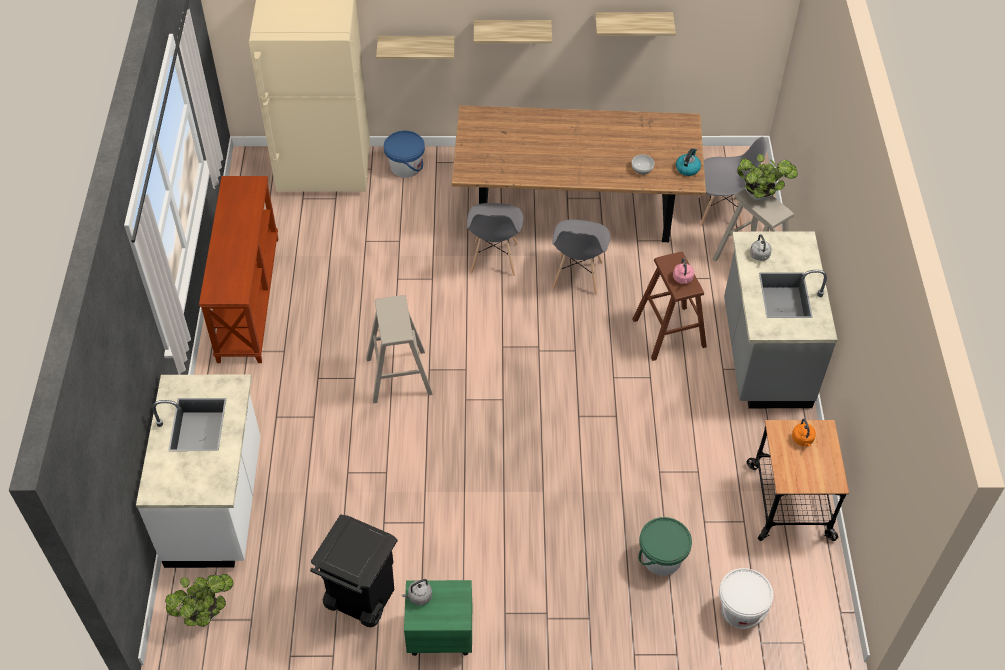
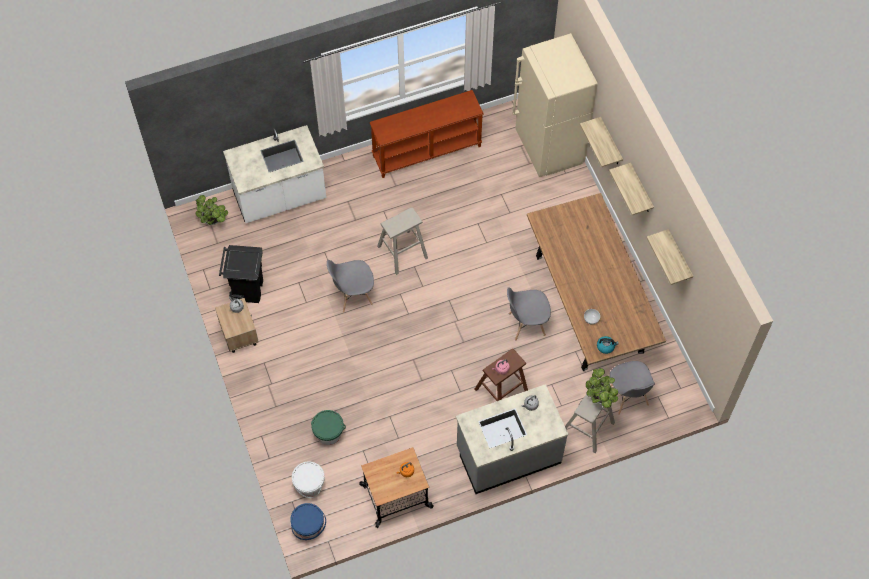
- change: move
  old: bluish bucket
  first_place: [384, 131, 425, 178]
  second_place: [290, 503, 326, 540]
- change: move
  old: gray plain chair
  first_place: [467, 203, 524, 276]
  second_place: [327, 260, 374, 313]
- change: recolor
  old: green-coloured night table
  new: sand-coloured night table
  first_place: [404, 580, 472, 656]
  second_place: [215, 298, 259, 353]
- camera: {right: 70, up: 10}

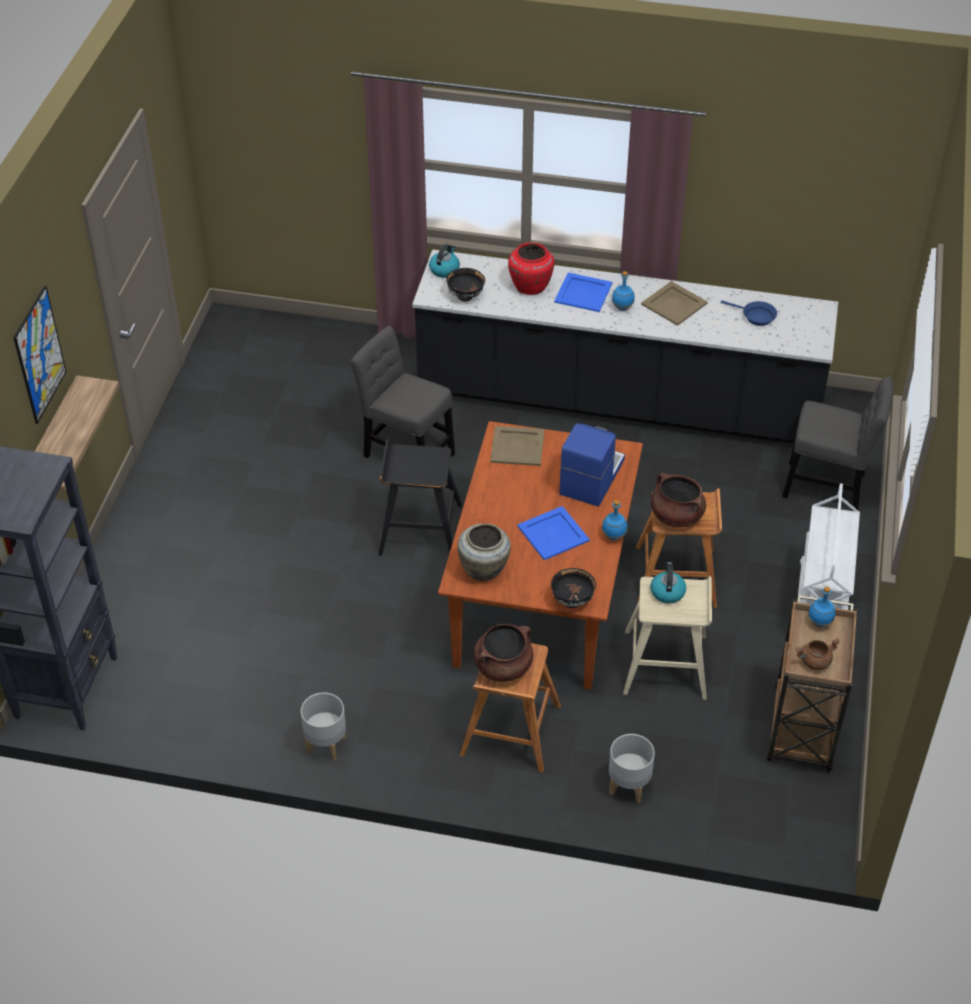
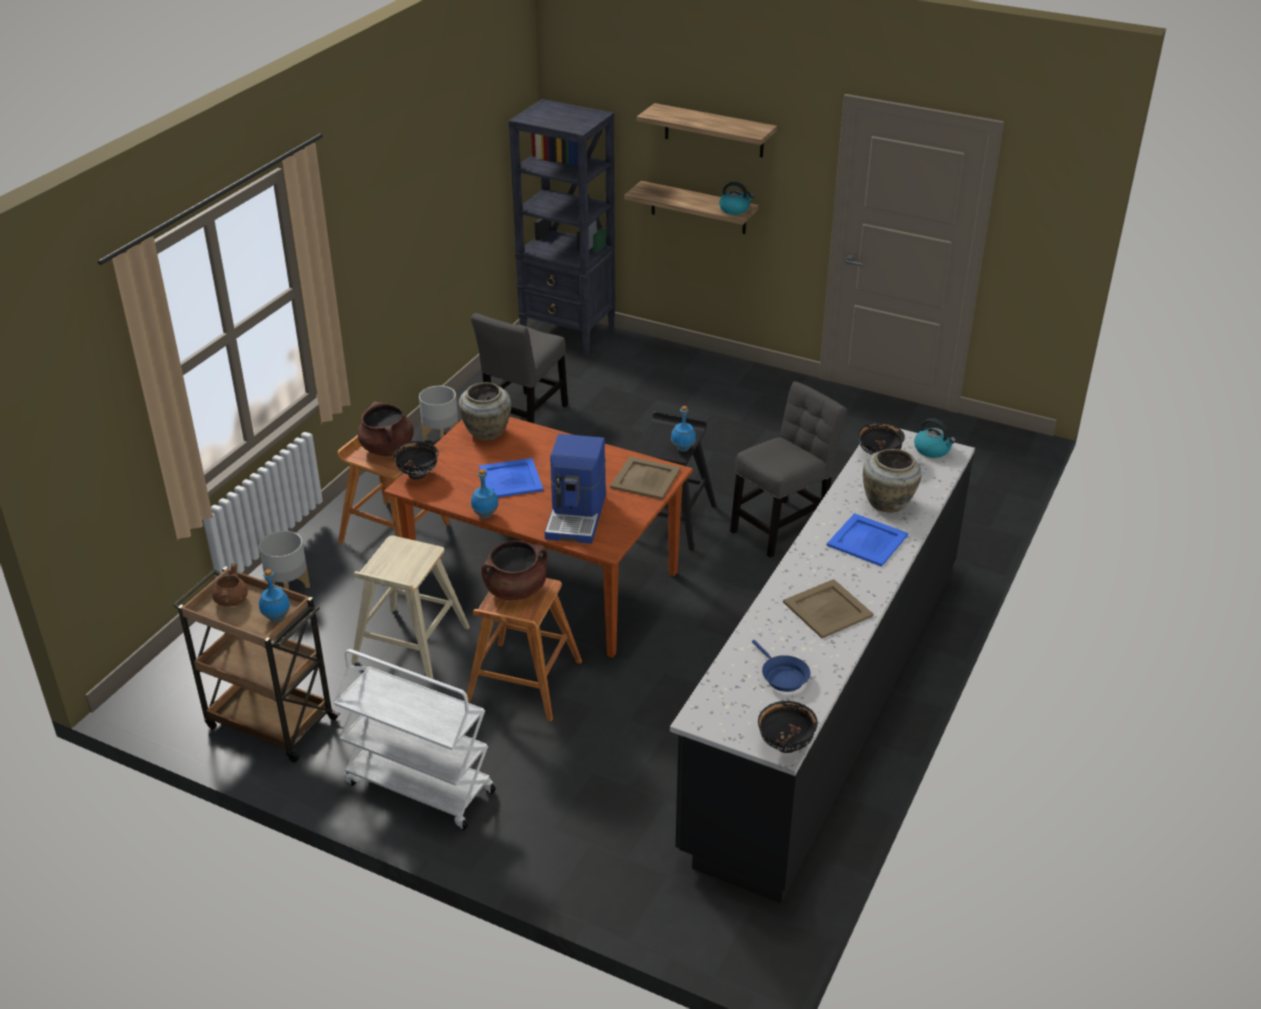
- change: recolor
  old: red decorative vase
  new: sand-coloured decorative vase
  first_place: [508, 242, 555, 295]
  second_place: [863, 449, 922, 513]
- change: move
  old: bluish bottle
  first_place: [612, 271, 635, 311]
  second_place: [671, 406, 696, 452]
- change: replace
  old: wall picture
  new: wall shelf
  first_place: [13, 286, 66, 424]
  second_place: [637, 103, 777, 158]
- change: rotate
  old: bluish skillet
  first_place: [721, 301, 777, 326]
  second_place: [752, 640, 811, 692]
  degrees: -75
- change: move
  old: gray plain chair
  first_place: [782, 376, 893, 510]
  second_place: [471, 313, 568, 423]
- change: rotate
  old: coffee maker
  first_place: [559, 423, 625, 507]
  second_place: [545, 434, 606, 544]
  degrees: 60
- change: move
  old: kettle
  first_place: [650, 562, 686, 603]
  second_place: [719, 182, 754, 215]
- change: insert
  new: blackish bowl
  second_place: [758, 701, 818, 753]
- camera: {right: 105, up: -10}

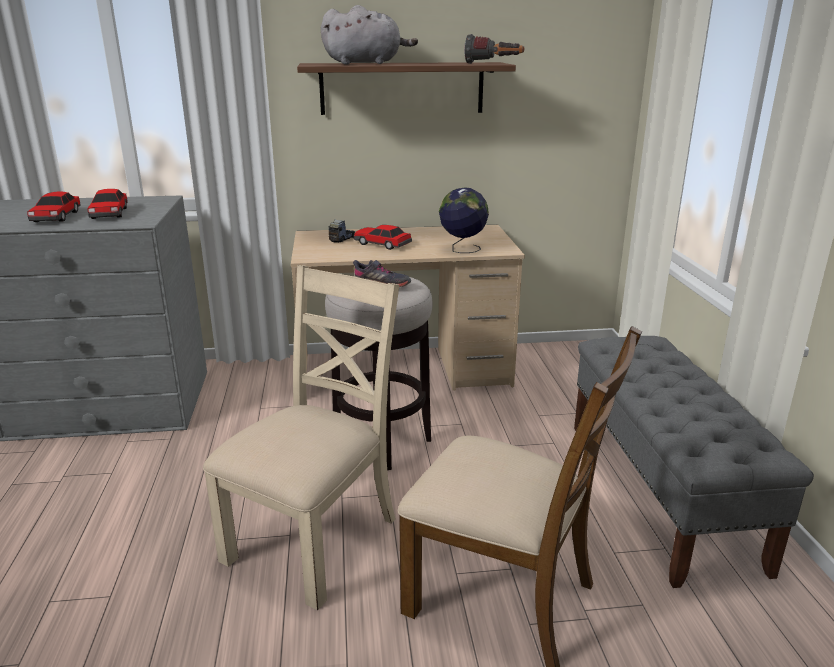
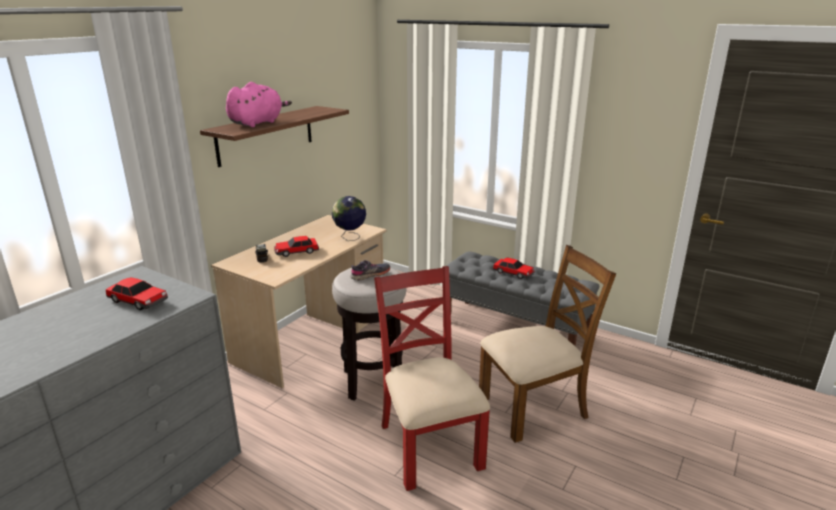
- change: recolor
  old: gray cuddly toy
  new: pink-coloured cuddly toy
  first_place: [321, 5, 418, 65]
  second_place: [226, 82, 292, 127]
- change: delete
  old: hand torch
  first_place: [464, 34, 524, 64]
- change: move
  old: miniature car
  first_place: [27, 192, 80, 222]
  second_place: [493, 257, 535, 279]
- change: recolor
  old: sand-coloured plain chair
  new: red plain chair
  first_place: [203, 265, 399, 610]
  second_place: [374, 266, 490, 491]
- camera: {right: -50, up: 0}

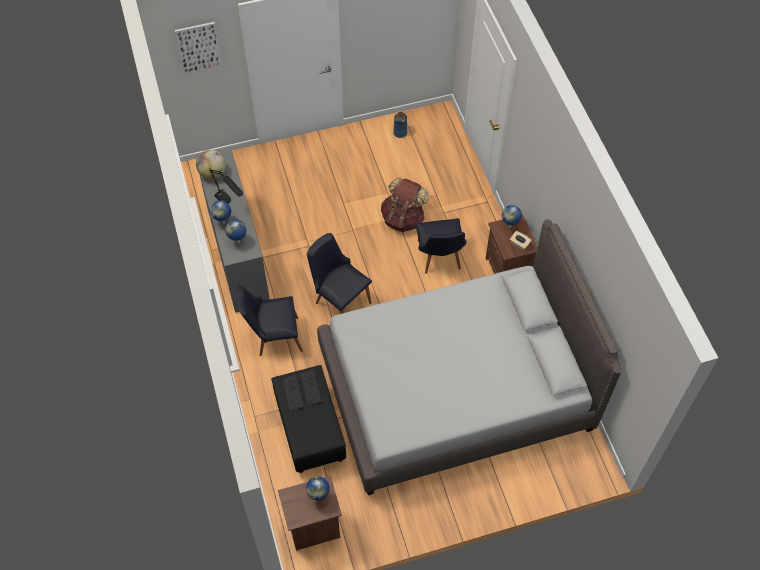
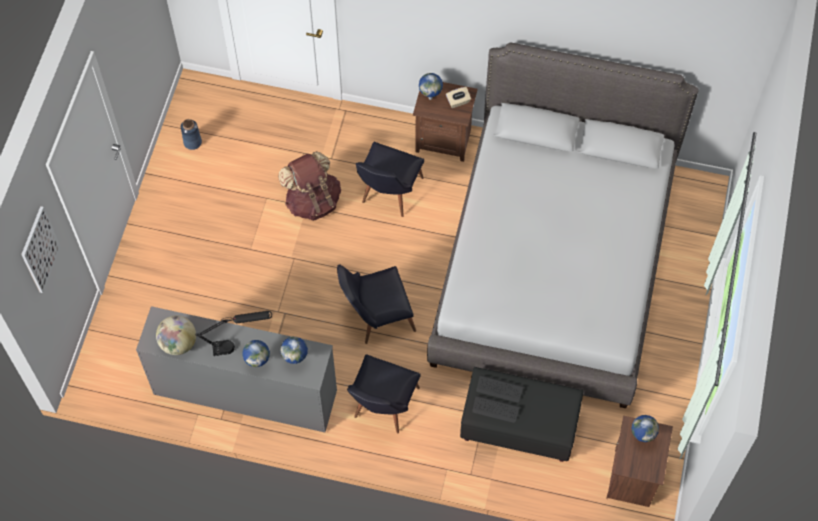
- change: rotate
  old: blackish plain chair
  first_place: [415, 218, 466, 273]
  second_place: [356, 142, 424, 217]
  degrees: 90
- camera: {right: -60, up: 5}

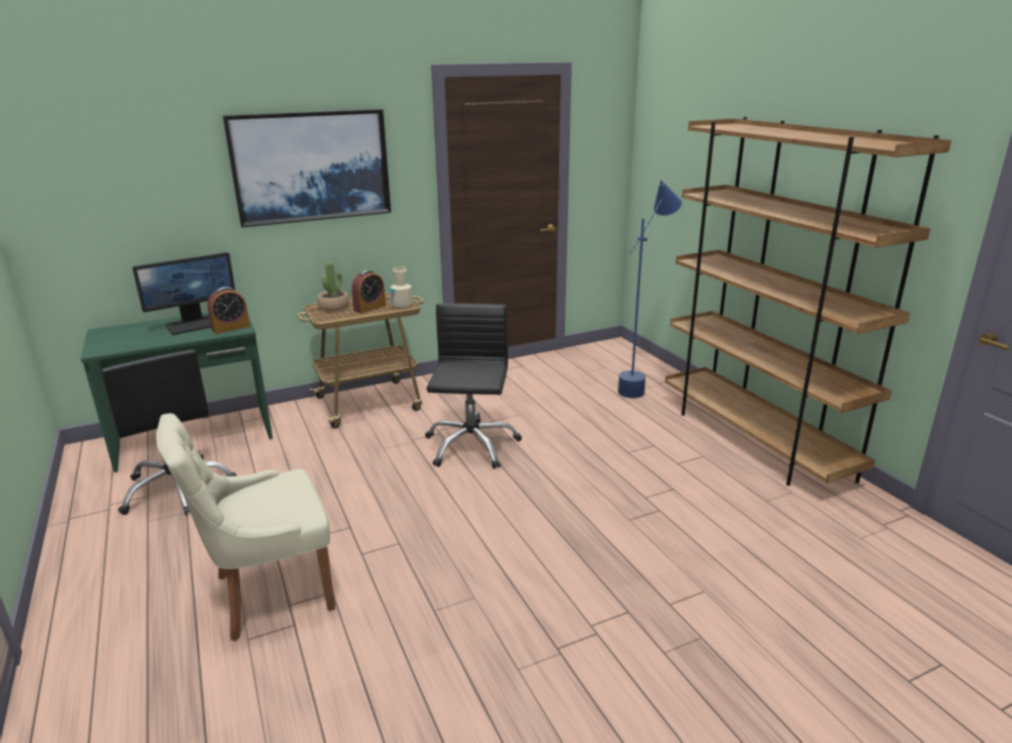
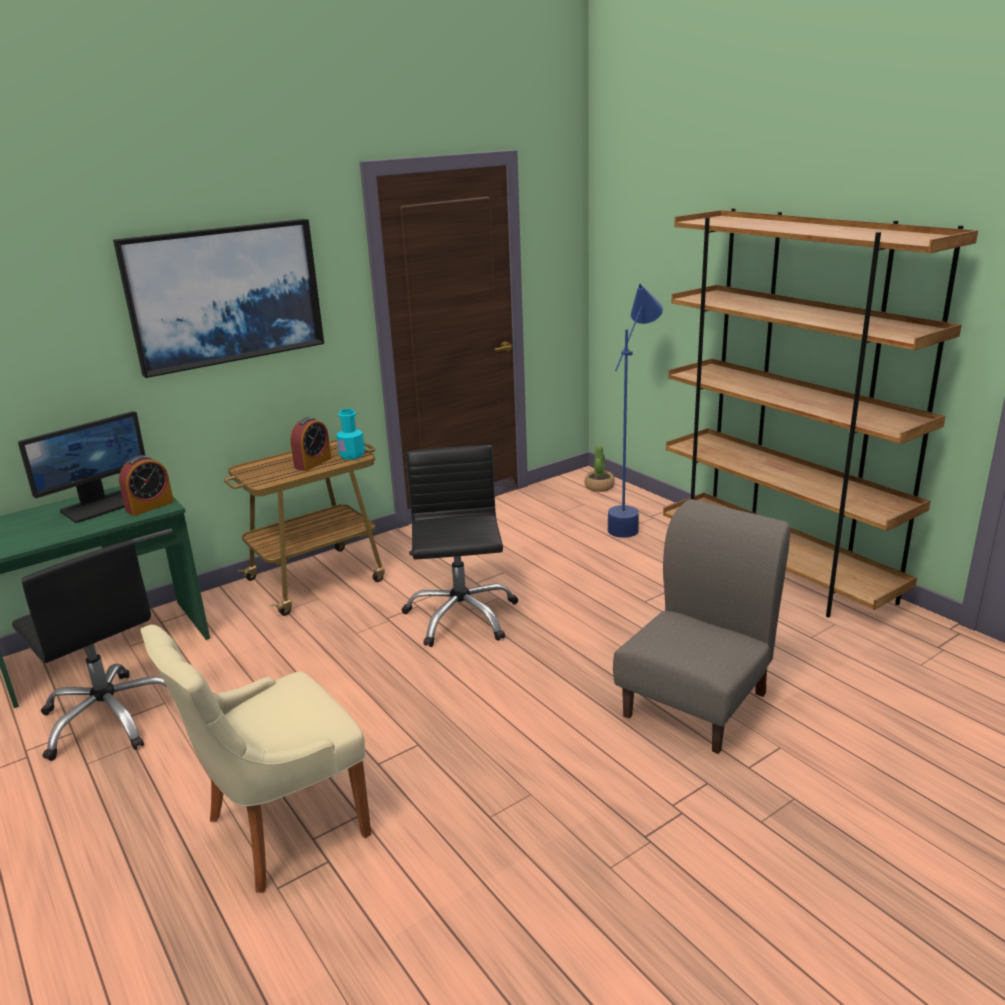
- change: move
  old: potted plant
  first_place: [317, 261, 349, 311]
  second_place: [585, 445, 615, 492]
- change: recolor
  old: sand-coloured bottle
  new: turquoise bottle
  first_place: [390, 266, 413, 308]
  second_place: [336, 409, 365, 460]
- change: insert
  new: gray plain chair
  second_place: [613, 499, 790, 754]
- camera: {right: -10, up: 0}

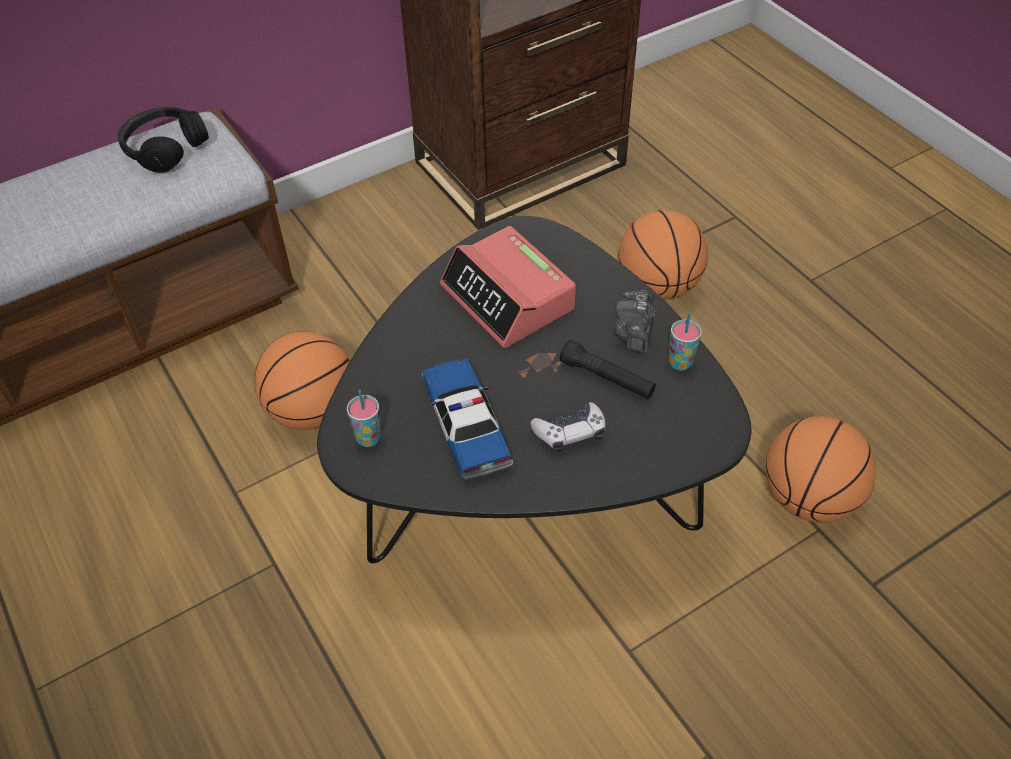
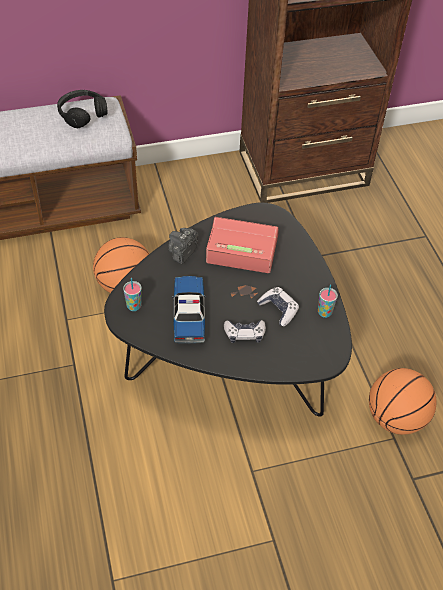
- change: delete
  old: ball for basketball
  first_place: [618, 210, 708, 299]
- change: rotate
  old: bedside clock
  first_place: [440, 226, 576, 348]
  second_place: [206, 217, 279, 273]
  degrees: 120
- change: move
  old: still camera
  first_place: [615, 290, 656, 353]
  second_place: [168, 228, 199, 264]
- change: replace
  old: blackish hand torch
  new: game controller
  first_place: [560, 340, 656, 399]
  second_place: [257, 287, 299, 326]
- camera: {right: 15, up: 0}

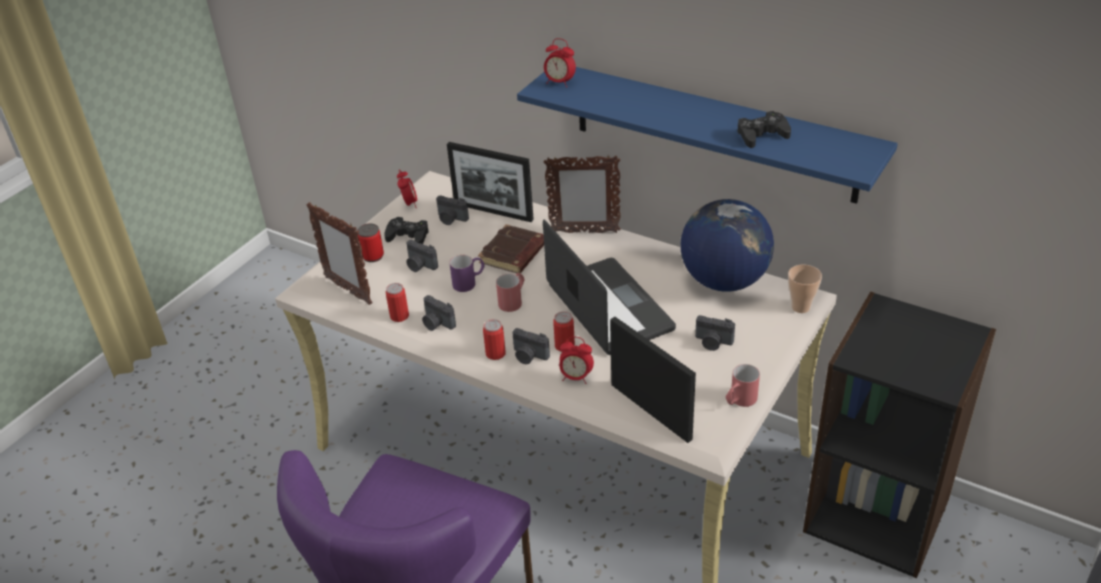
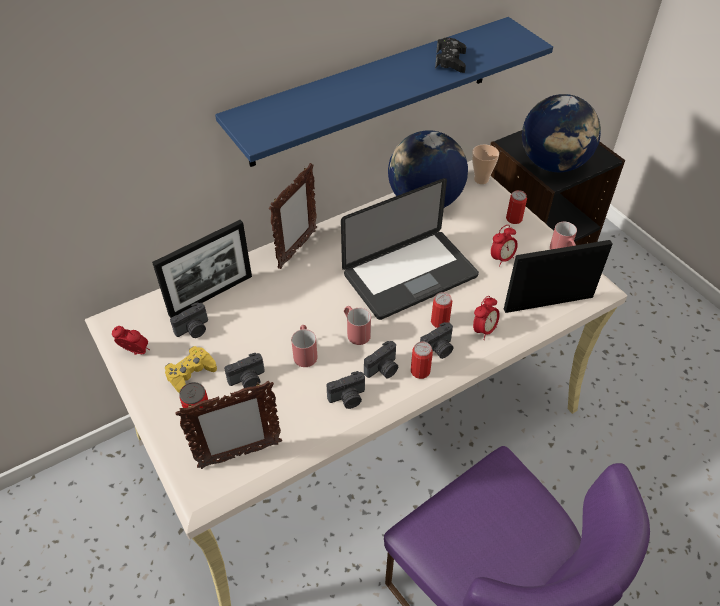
- change: move
  old: bedside clock
  first_place: [544, 38, 576, 88]
  second_place: [491, 225, 518, 267]
- change: recolor
  old: blackish game controller
  new: yellow game controller
  first_place: [384, 217, 428, 244]
  second_place: [165, 346, 217, 393]
- change: rotate
  old: portable computer
  first_place: [543, 220, 676, 355]
  second_place: [341, 178, 479, 320]
  degrees: 150
- change: delete
  old: brown-coloured volume
  first_place: [478, 224, 544, 273]
- change: recolor
  old: purplish tea mug
  new: red tea mug
  first_place: [449, 255, 485, 292]
  second_place: [291, 325, 317, 367]
- change: move
  old: metal can
  first_place: [386, 283, 409, 322]
  second_place: [506, 190, 527, 224]
- change: move
  old: still camera
  first_place: [695, 315, 735, 351]
  second_place: [364, 341, 398, 378]
- change: insert
  new: globe
  second_place: [522, 94, 601, 172]
- camera: {right: -65, up: 10}

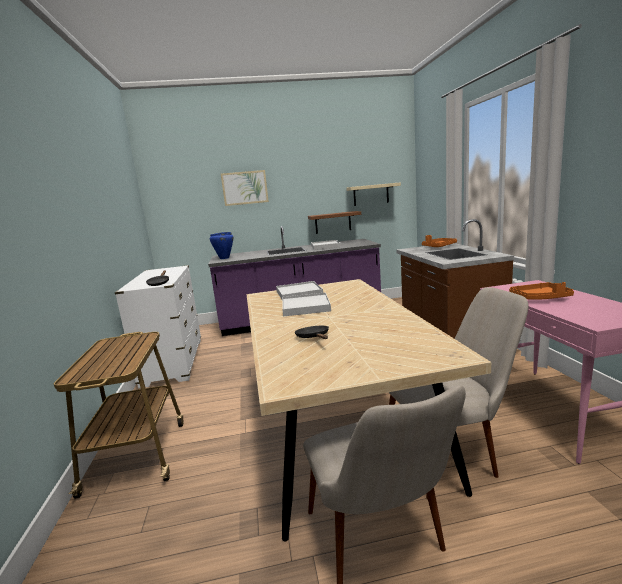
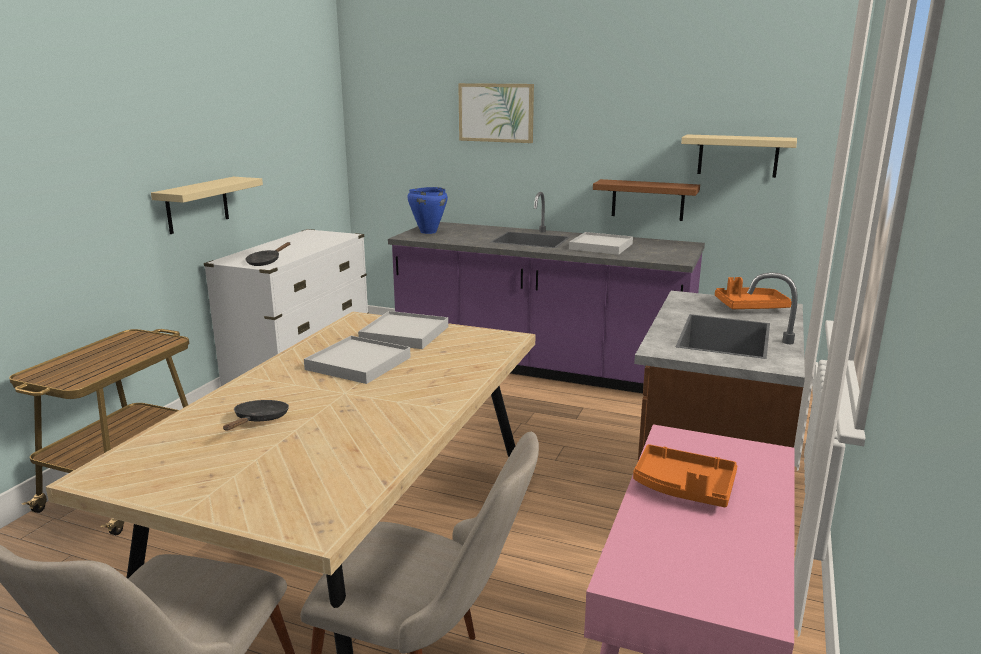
- change: insert
  new: sand-coloured wall shelf
  second_place: [151, 177, 263, 234]
- camera: {right: 30, up: 5}

